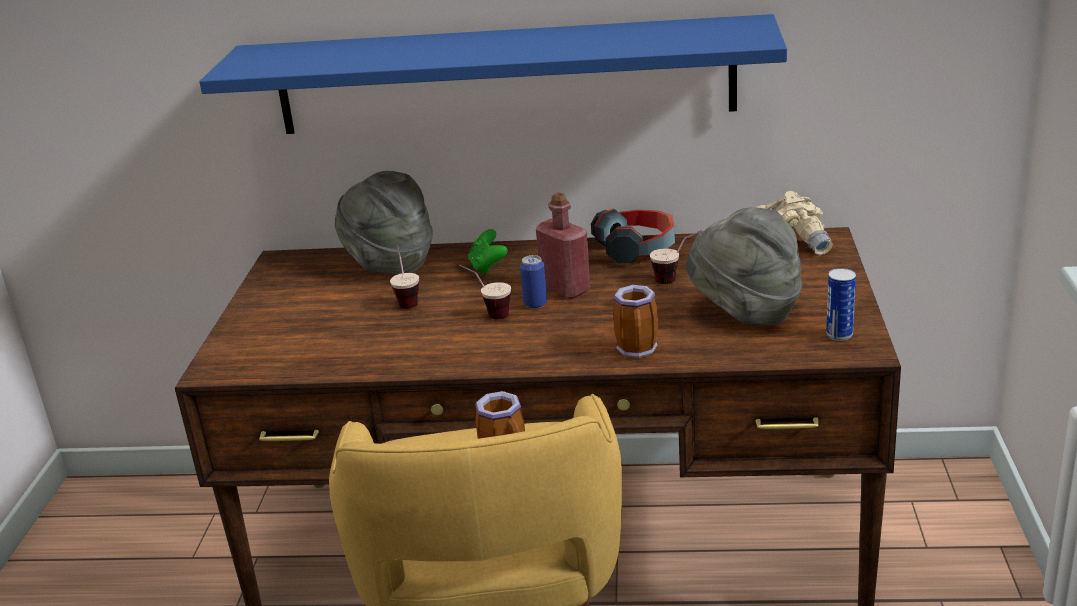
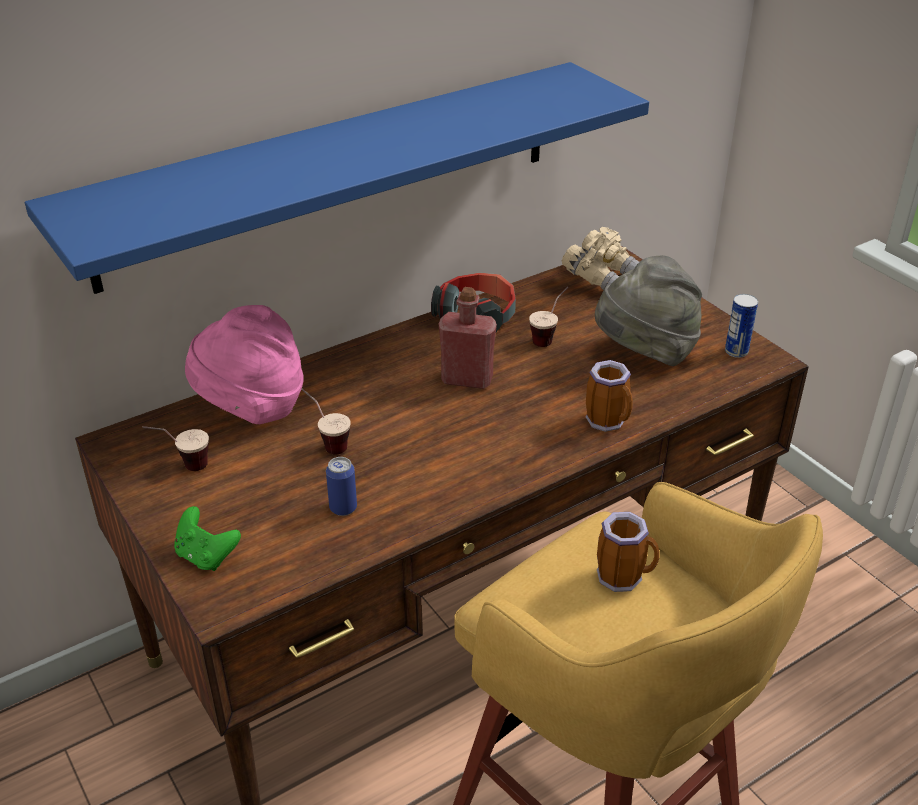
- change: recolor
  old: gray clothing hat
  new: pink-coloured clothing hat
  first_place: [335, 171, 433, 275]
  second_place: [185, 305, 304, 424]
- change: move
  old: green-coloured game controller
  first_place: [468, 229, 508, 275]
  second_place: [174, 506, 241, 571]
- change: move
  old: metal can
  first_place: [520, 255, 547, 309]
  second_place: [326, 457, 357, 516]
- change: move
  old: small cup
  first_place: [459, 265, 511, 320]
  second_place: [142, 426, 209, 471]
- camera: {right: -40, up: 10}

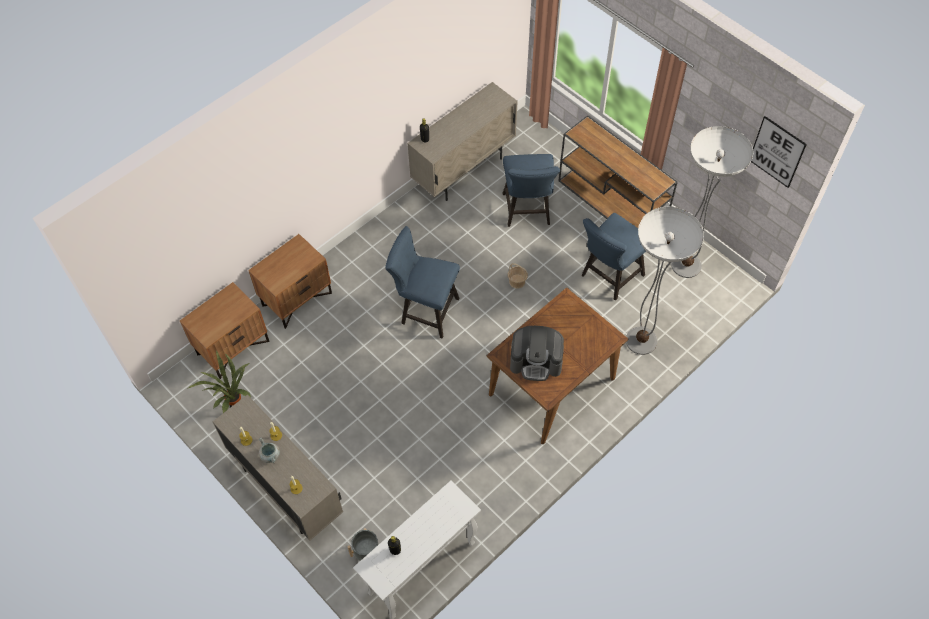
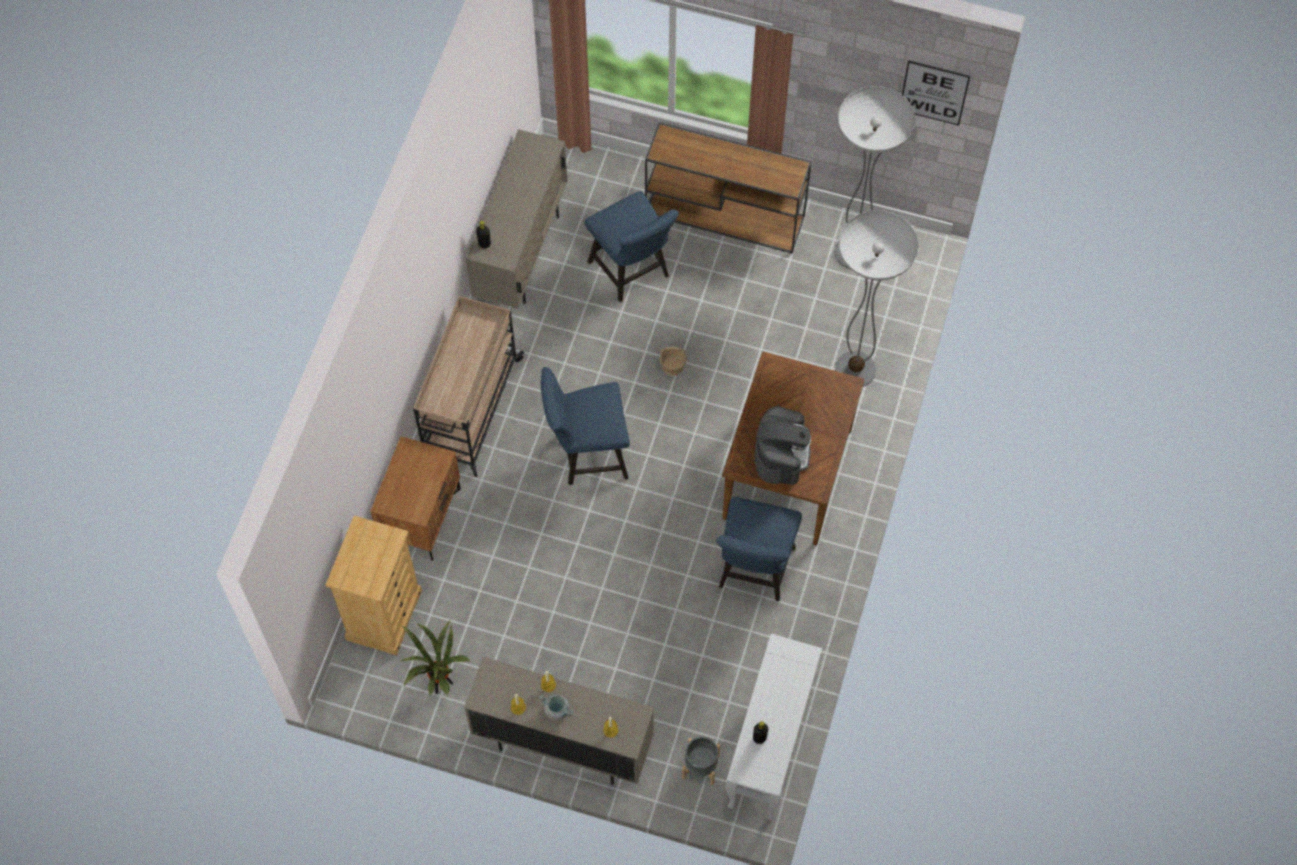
- change: move
  old: bluish plain chair
  first_place: [582, 213, 646, 301]
  second_place: [716, 497, 802, 602]
- change: replace
  old: brown-coloured night table
  new: sand-coloured chest of drawers
  first_place: [180, 282, 269, 379]
  second_place: [326, 516, 422, 655]
- change: rotate
  old: coffee maker
  first_place: [510, 326, 564, 381]
  second_place: [755, 406, 811, 485]
  degrees: -60
- change: insert
  new: sand-coloured wheeled cart
  second_place: [413, 296, 524, 477]
- camera: {right: -30, up: 5}

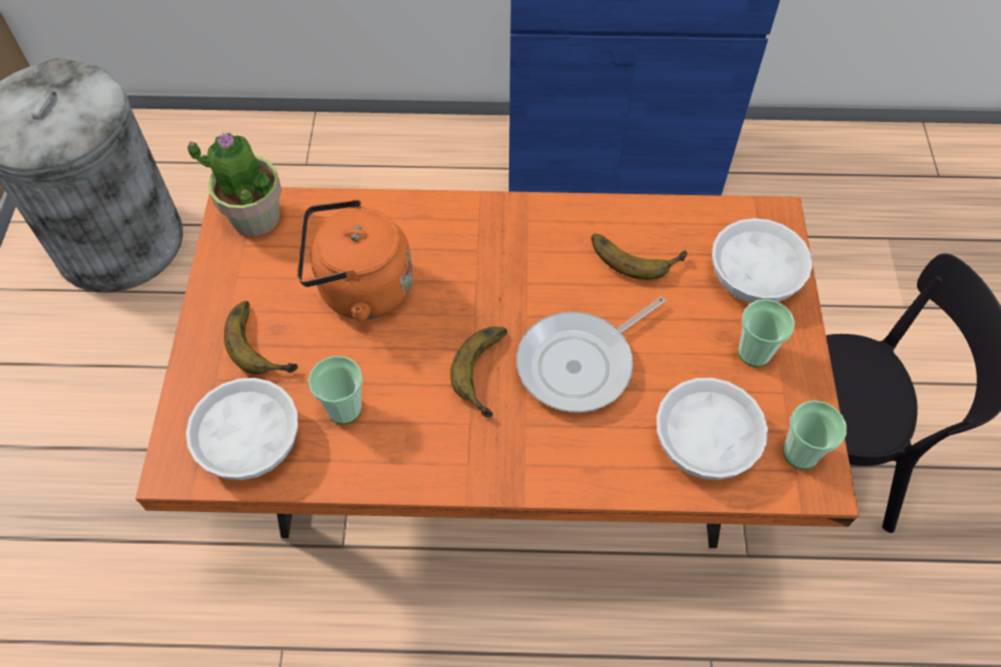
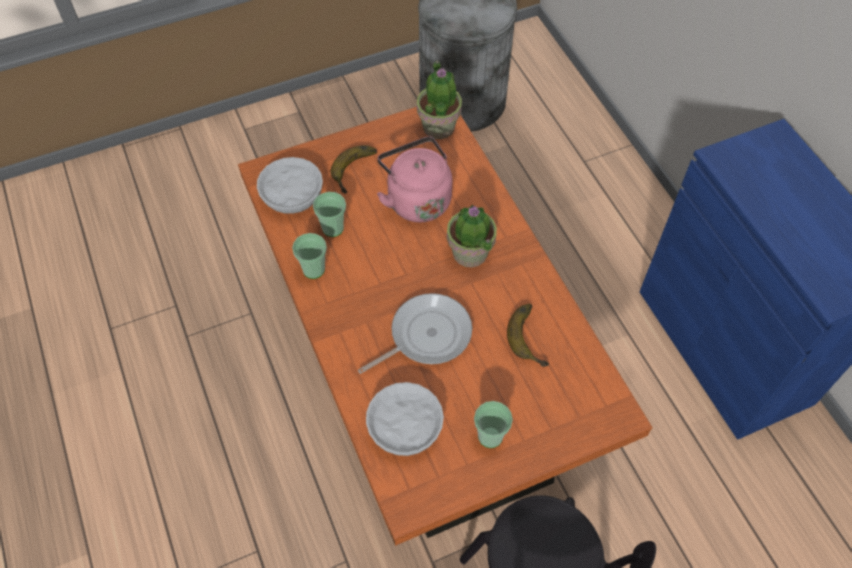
- change: recolor
  old: orange-coloured kettle
  new: pink-coloured kettle
  first_place: [297, 199, 413, 322]
  second_place: [377, 137, 452, 223]
- change: delete
  old: white bowl
  first_place: [712, 218, 813, 303]
- change: rotate
  old: skillet
  first_place: [517, 296, 666, 412]
  second_place: [358, 293, 472, 374]
  degrees: 120
- change: delete
  old: whole banana
  first_place: [450, 327, 507, 417]
- change: move
  old: small cup
  first_place: [783, 400, 847, 469]
  second_place: [292, 233, 327, 279]
- change: insert
  new: potted plant
  second_place: [447, 205, 497, 267]
- camera: {right: 65, up: 0}

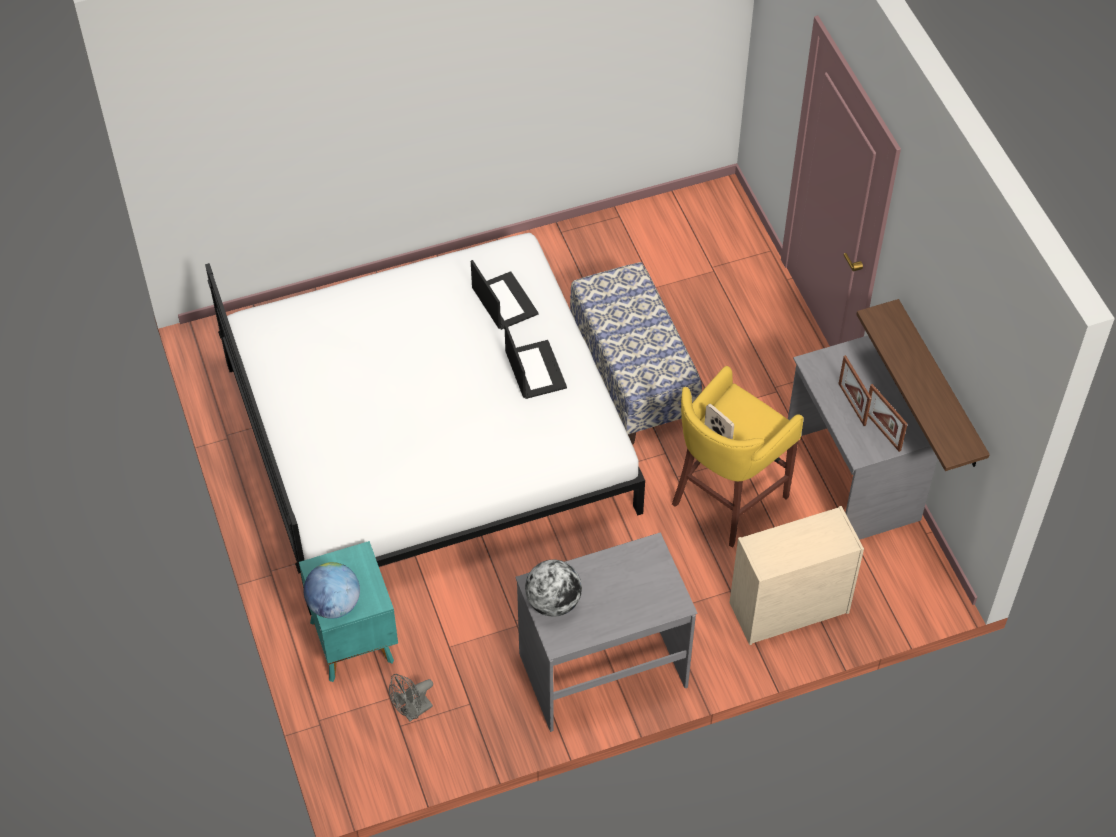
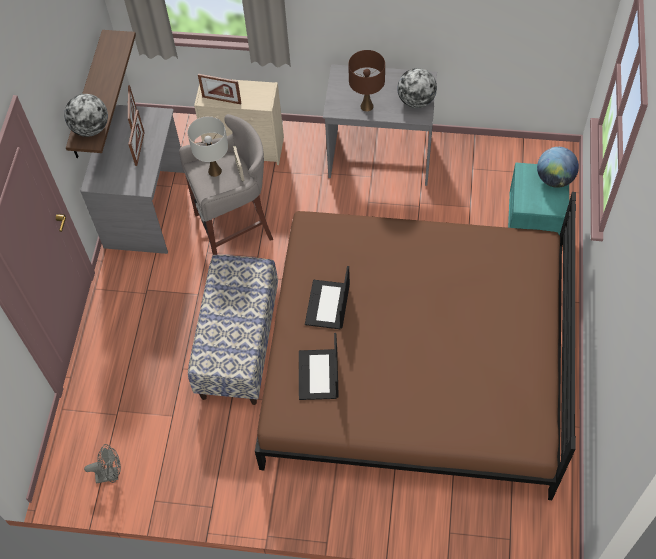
- change: recolor
  old: white bedroom bed
  new: brown-coloured bedroom bed
  first_place: [205, 233, 645, 615]
  second_place: [255, 192, 576, 500]
- change: recolor
  old: yellow stool
  new: gray stool
  first_place: [672, 366, 804, 548]
  second_place: [179, 114, 273, 255]
- change: move
  old: gray cooling fan
  first_place: [389, 674, 433, 721]
  second_place: [84, 444, 121, 483]
- change: insert
  new: brown-coloured table lamp
  second_place: [348, 50, 385, 112]
- change: insert
  new: photo frame
  second_place: [198, 74, 241, 104]
- change: insert
  new: globe
  second_place: [64, 94, 108, 137]
- change: insert
  new: white table lamp
  second_place: [188, 116, 228, 177]
- camera: {right: -150, up: 5}

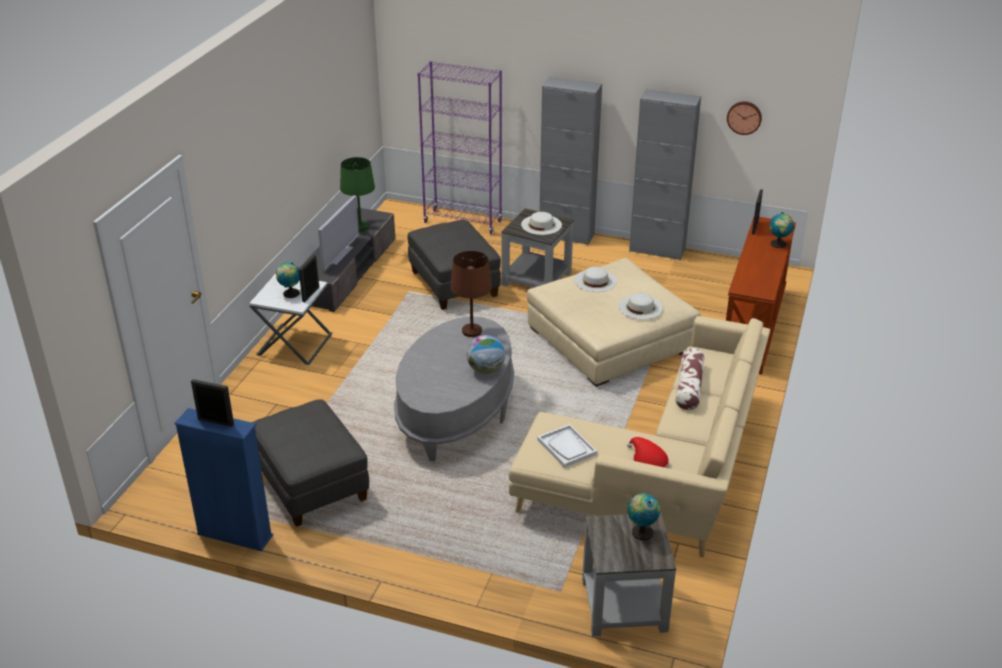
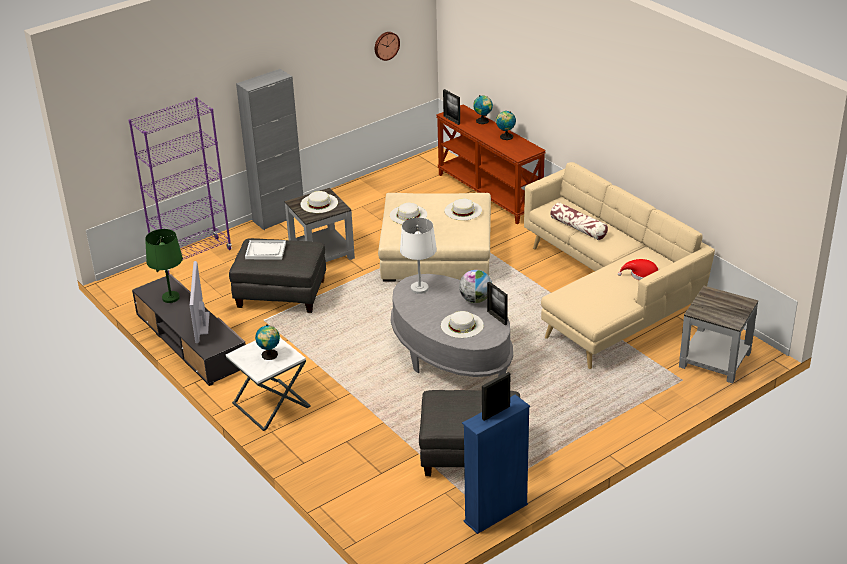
- change: delete
  old: gray cupboard
  first_place: [629, 89, 701, 261]
- change: rotate
  old: TV
  first_place: [318, 195, 359, 270]
  second_place: [190, 261, 210, 343]
  degrees: -150
- change: recolor
  old: brown-coloured table lamp
  new: white table lamp
  first_place: [450, 251, 492, 337]
  second_place: [400, 217, 437, 294]
- change: move
  old: photo frame
  first_place: [299, 255, 319, 302]
  second_place: [487, 282, 508, 325]
- change: move
  old: white serving tray
  first_place: [537, 424, 597, 468]
  second_place: [245, 240, 286, 260]
- change: move
  old: globe
  first_place: [628, 493, 660, 540]
  second_place: [496, 111, 516, 140]
- change: insert
  new: white clothing hat
  second_place: [441, 311, 484, 338]
- camera: {right: -55, up: 0}

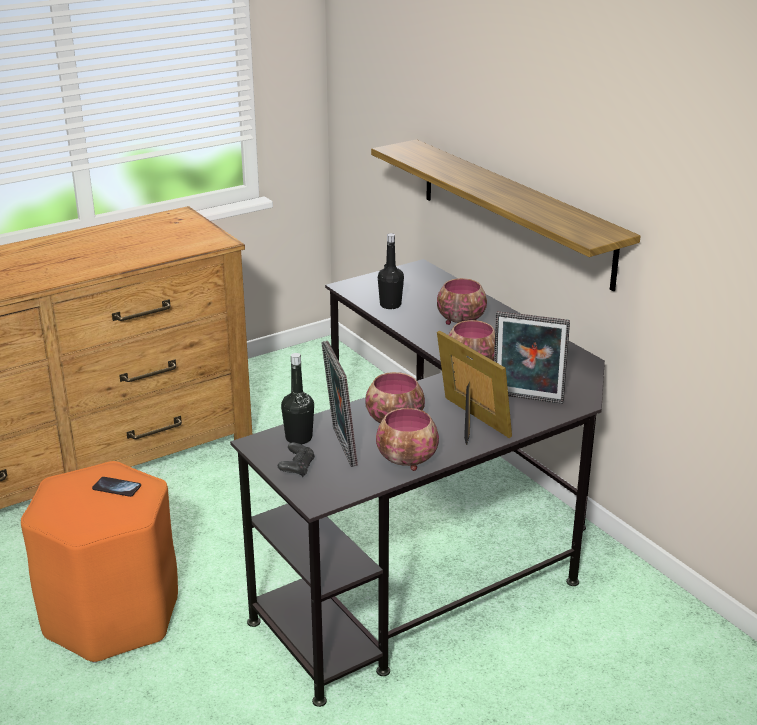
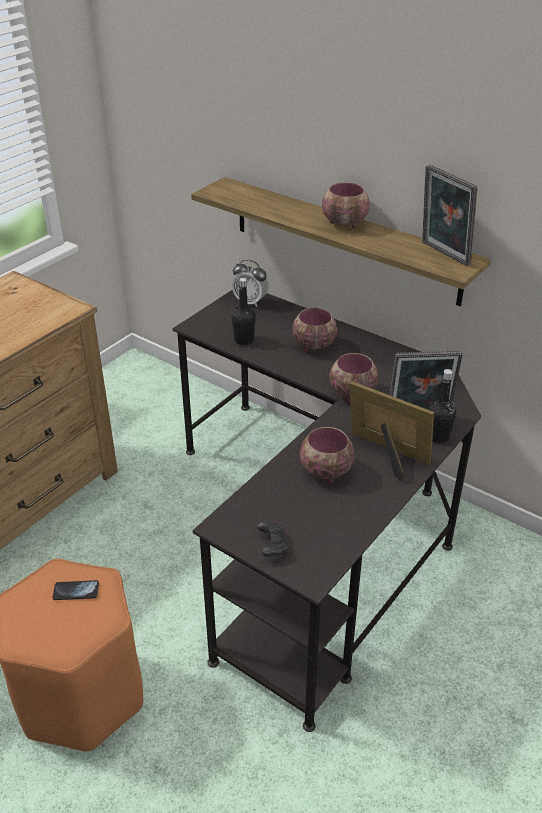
- change: move
  old: photo frame
  first_place: [321, 341, 358, 467]
  second_place: [422, 165, 477, 266]
- change: move
  old: blackish bottle
  first_place: [281, 353, 314, 444]
  second_place: [428, 369, 456, 443]
- change: move
  old: bowl
  first_place: [376, 408, 439, 471]
  second_place: [322, 182, 370, 229]
- change: insert
  new: bedside clock
  second_place: [232, 260, 268, 307]
- camera: {right: -20, up: 10}

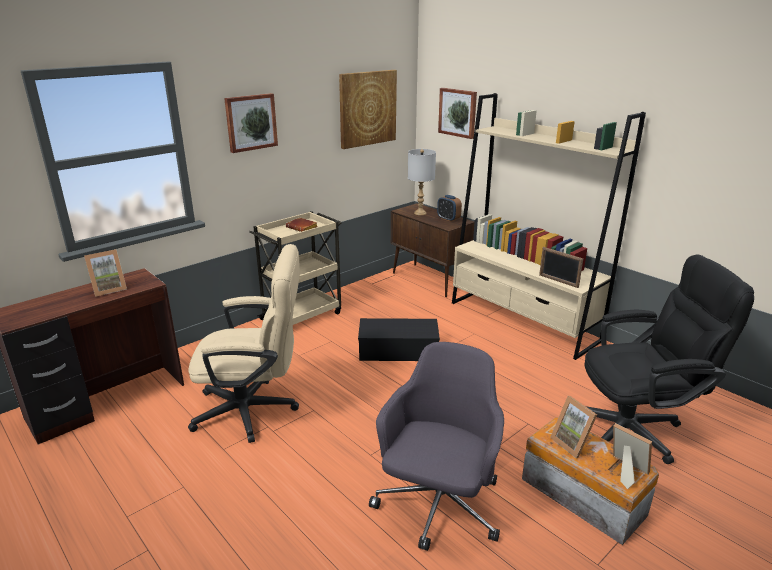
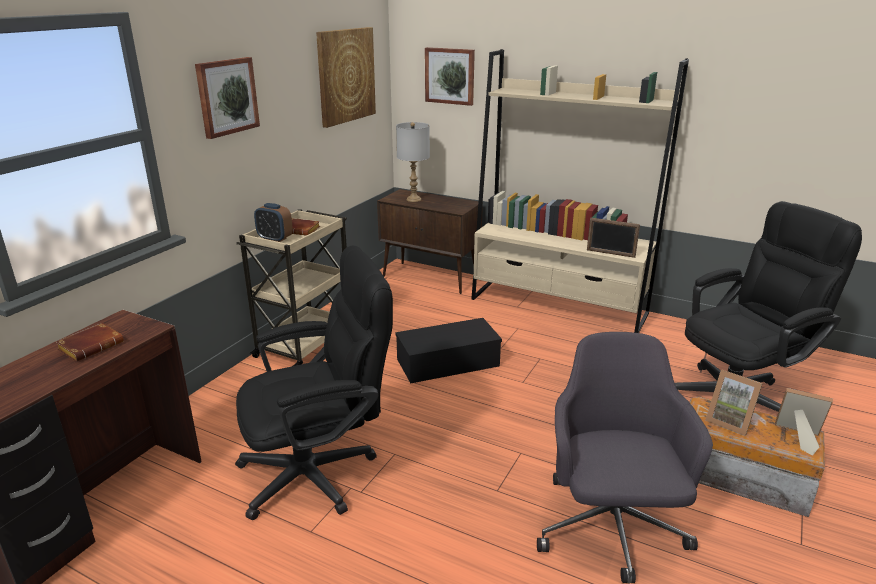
- change: move
  old: bedside clock
  first_place: [437, 195, 462, 222]
  second_place: [254, 203, 293, 242]
- change: recolor
  old: sand-coloured desk chair
  new: blackish desk chair
  first_place: [188, 244, 300, 443]
  second_place: [235, 246, 393, 520]
- change: replace
  old: photo frame
  new: brown-coloured volume
  first_place: [84, 249, 127, 297]
  second_place: [56, 323, 124, 362]
- camera: {right: -20, up: 0}

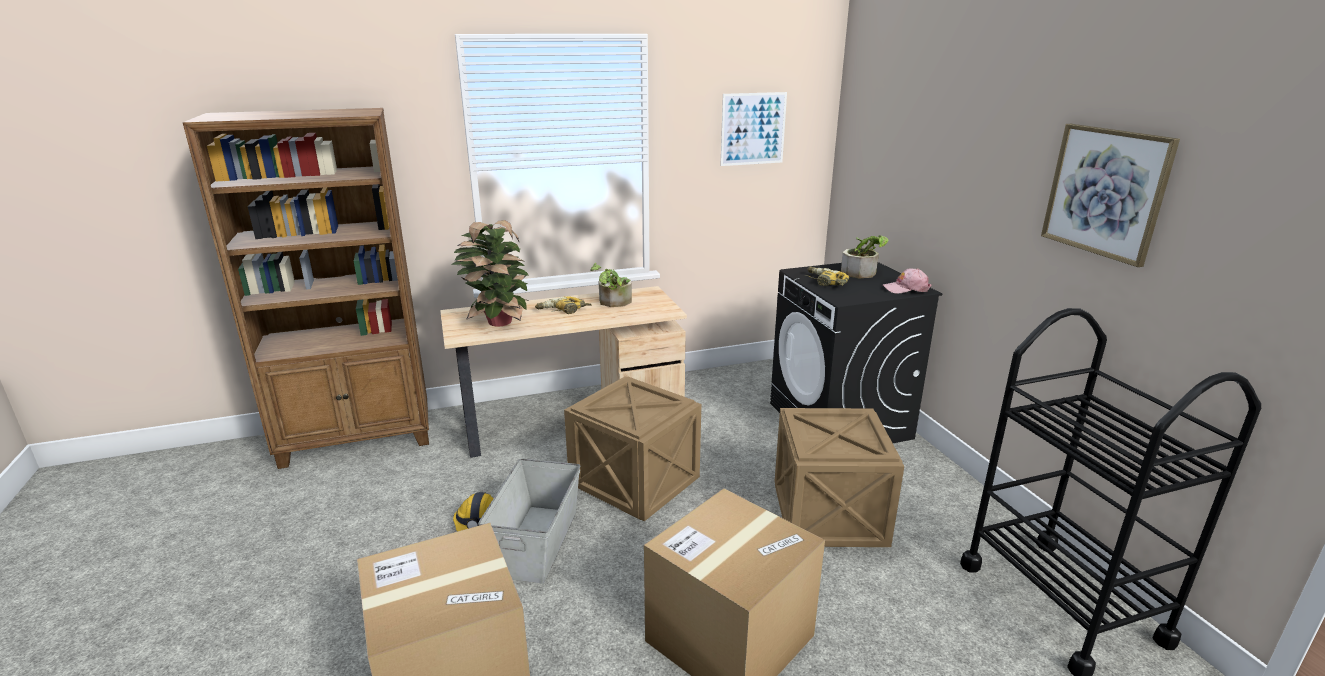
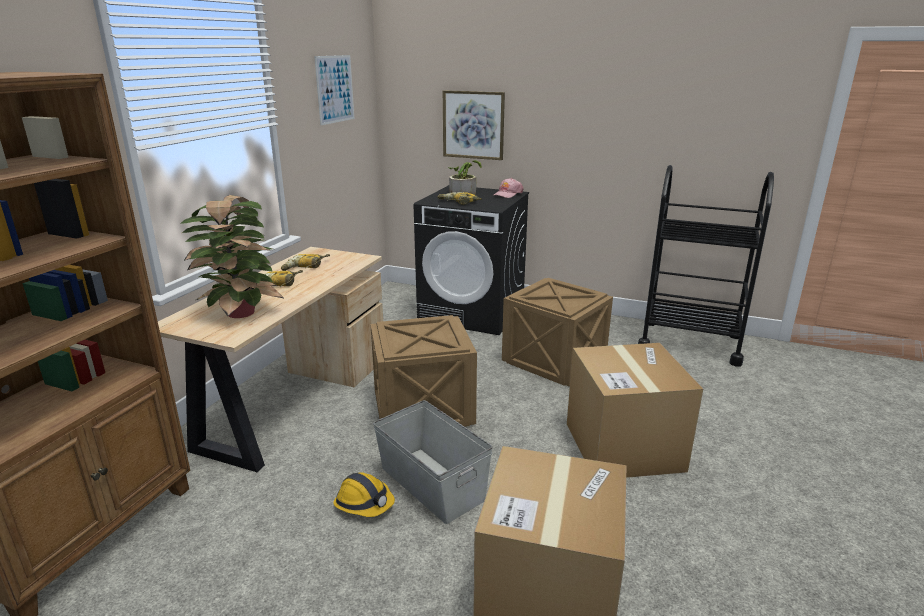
- change: move
  old: wall picture
  first_place: [1041, 124, 1180, 267]
  second_place: [443, 90, 505, 160]
- change: replace
  old: potted plant
  new: power drill
  first_place: [590, 263, 632, 307]
  second_place: [281, 254, 330, 271]
- camera: {right: -50, up: 0}

